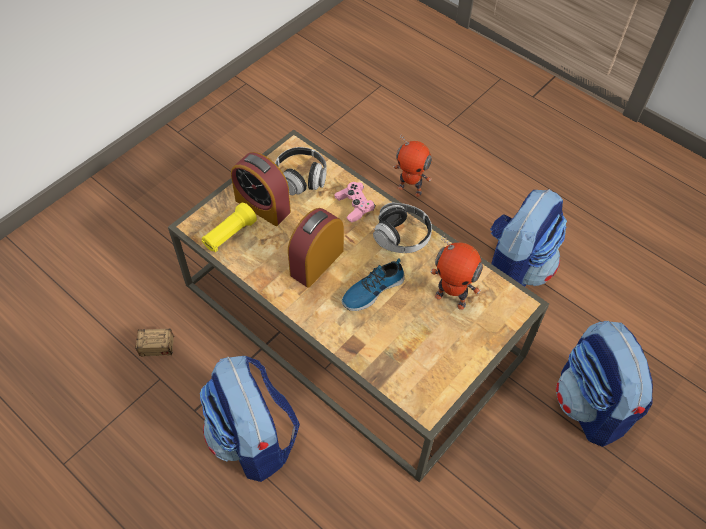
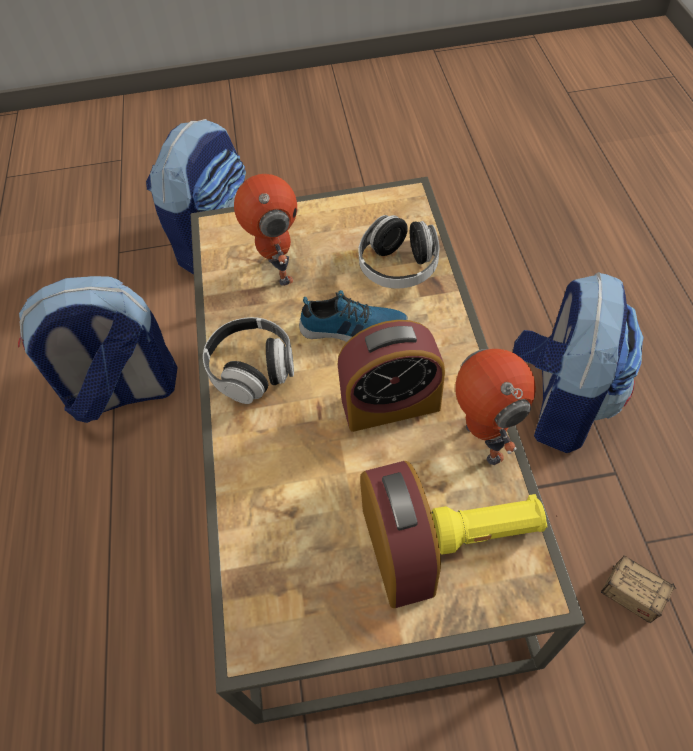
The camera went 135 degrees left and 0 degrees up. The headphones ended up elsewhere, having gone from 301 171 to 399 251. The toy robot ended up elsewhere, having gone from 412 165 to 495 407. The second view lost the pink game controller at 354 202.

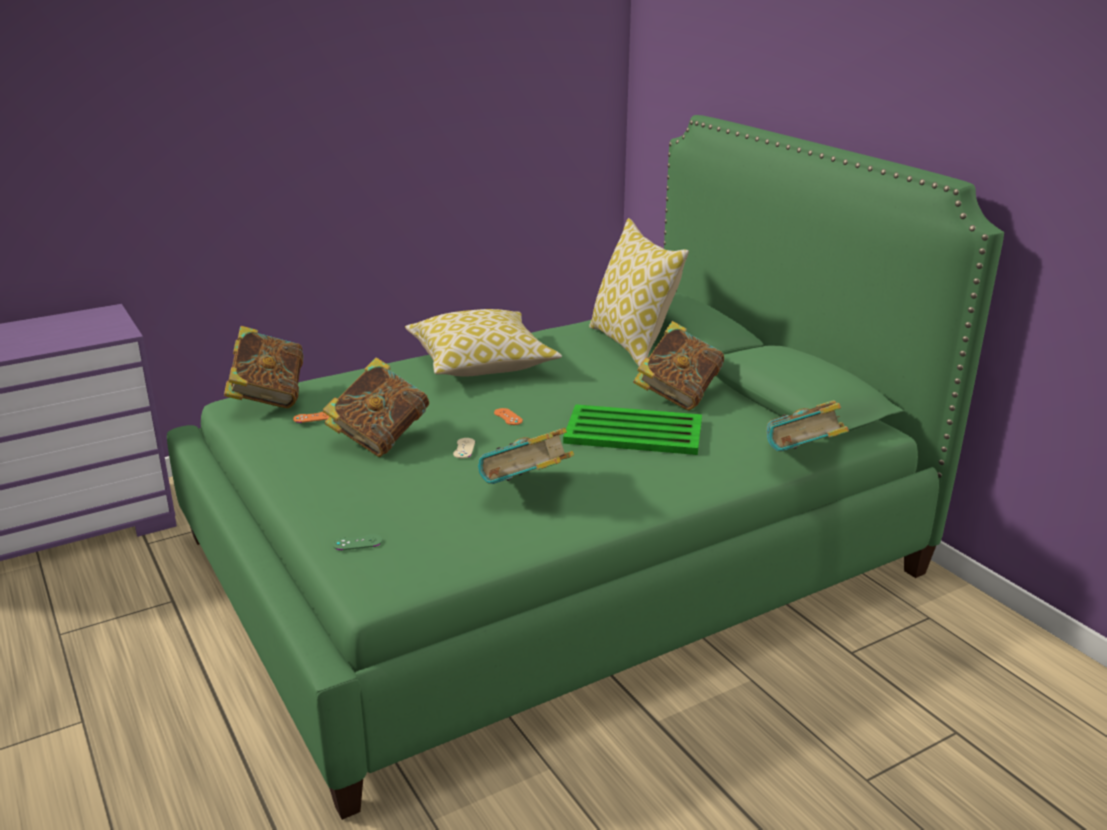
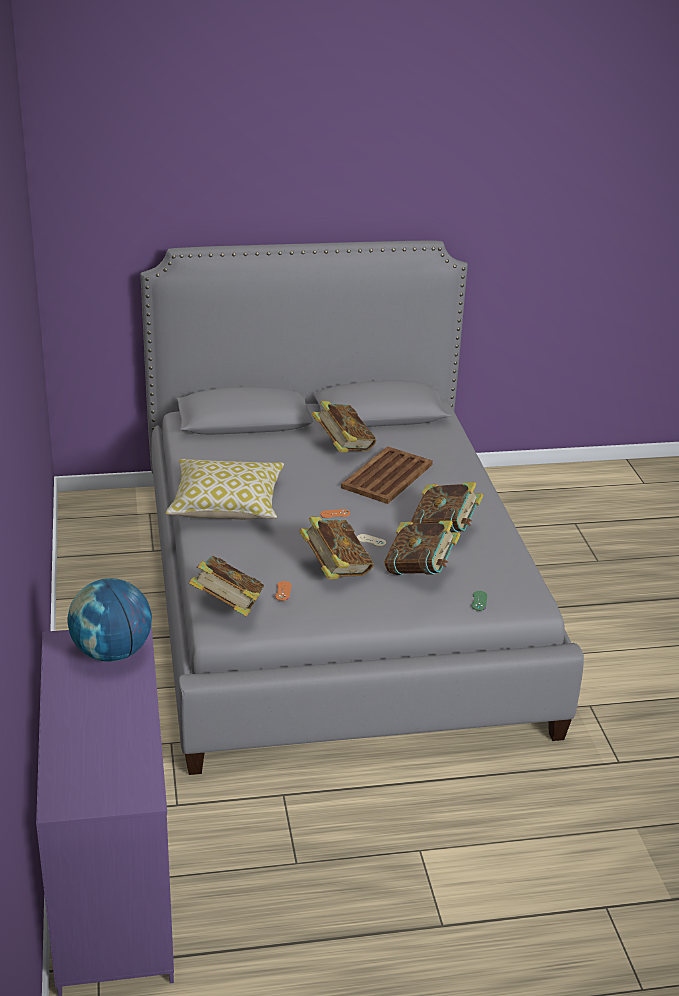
The camera went 70 degrees left and 5 degrees up. The second view gained the globe at 109 620. What was the green bed at 585 467 turned into the grey bed at 362 508. What was the green tray at 632 429 turned into the brown tray at 387 475. The book ended up elsewhere, having gone from 807 426 to 422 547. The second view lost the pillow at 639 292.

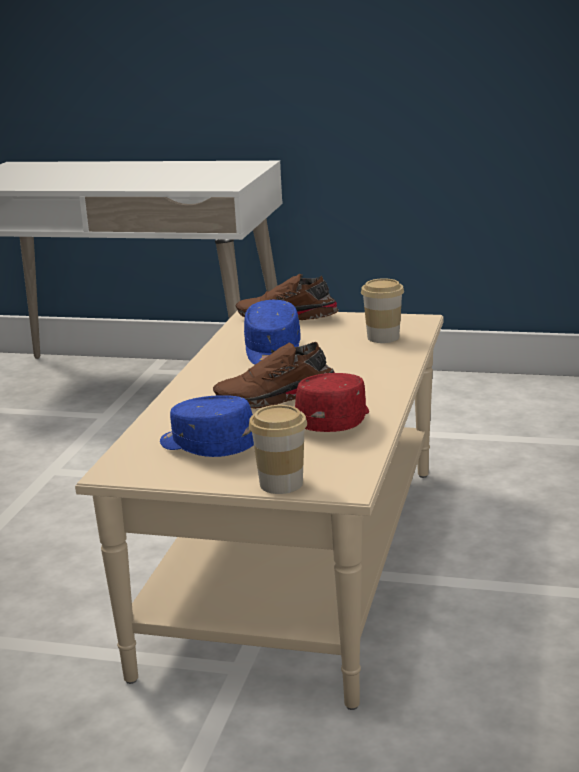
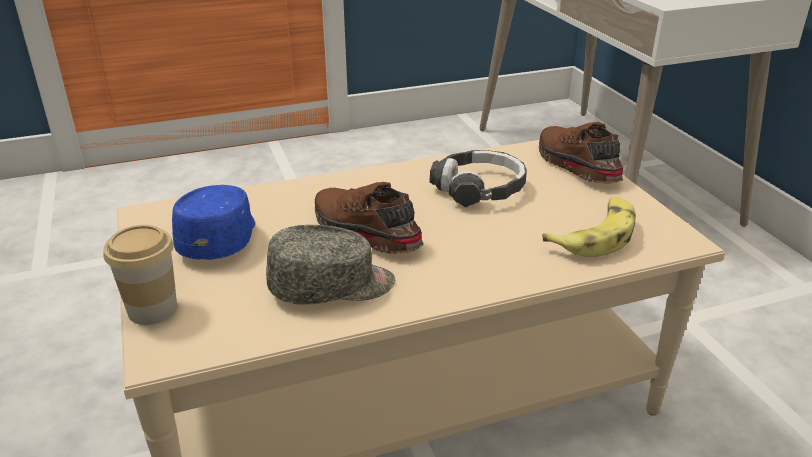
The camera went 55 degrees right and 10 degrees up. What was the red cap at 332 402 turned into the grey cap at 330 265. Where the blue cap stood at 272 332, the headphones came to stand at 478 179. Where the cup stood at 382 310, the banana came to stand at 589 227.

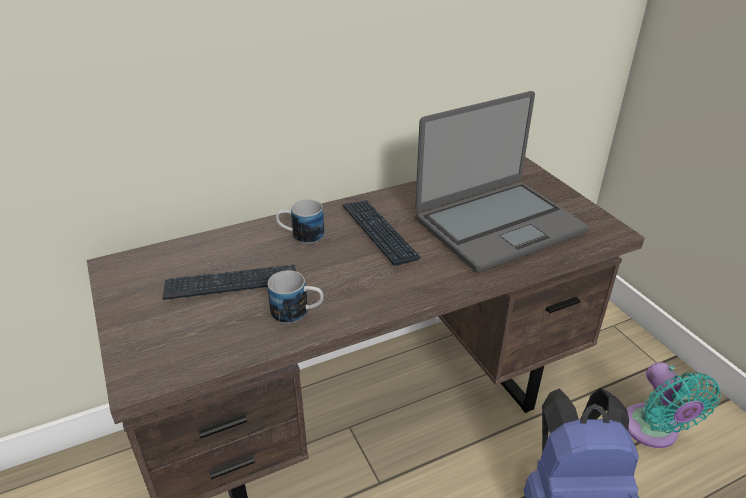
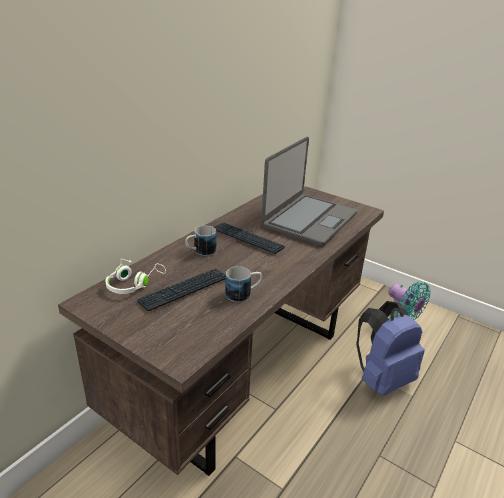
The camera went 30 degrees left and 5 degrees down. The second view gained the white headphones at 135 276.

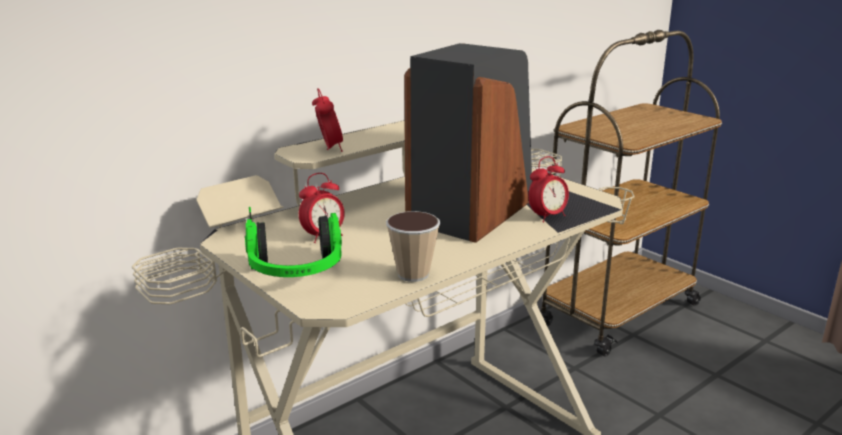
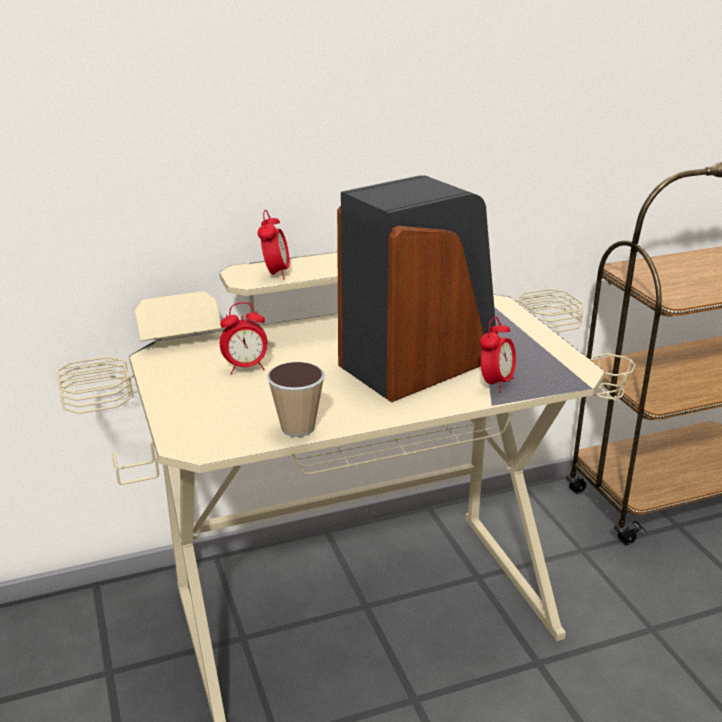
The camera went 20 degrees right and 5 degrees up. The alarm clock at 548 189 ended up facing another way, 45 degrees counterclockwise from before. The second view lost the headphones at 293 242.

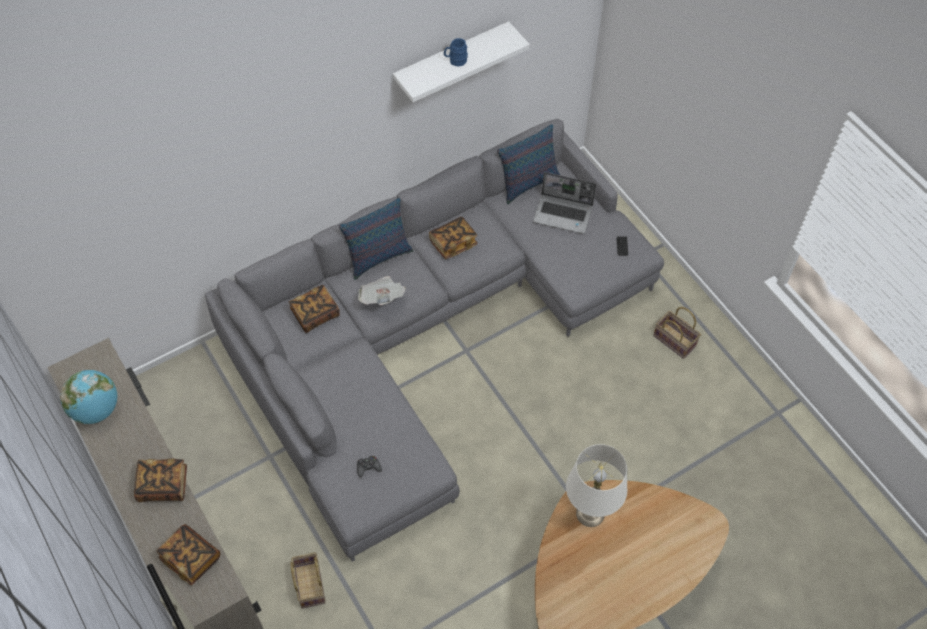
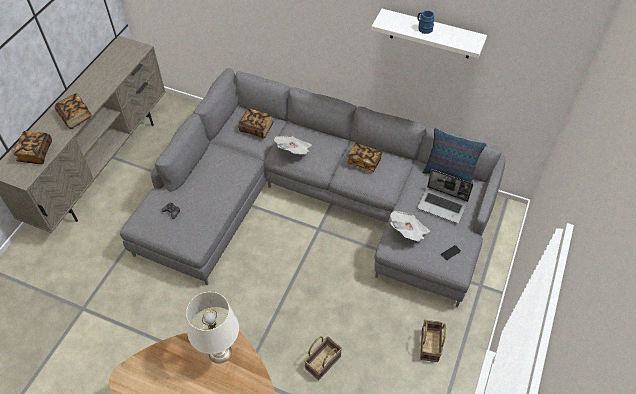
The camera went 55 degrees right and 5 degrees down. The basket ended up elsewhere, having gone from 308 580 to 323 358. The second view gained the newspaper at 410 226. The laptop at 564 203 ended up facing another way, 45 degrees counterclockwise from before. The second view lost the globe at 88 397. The second view lost the blue pillow at 376 239.

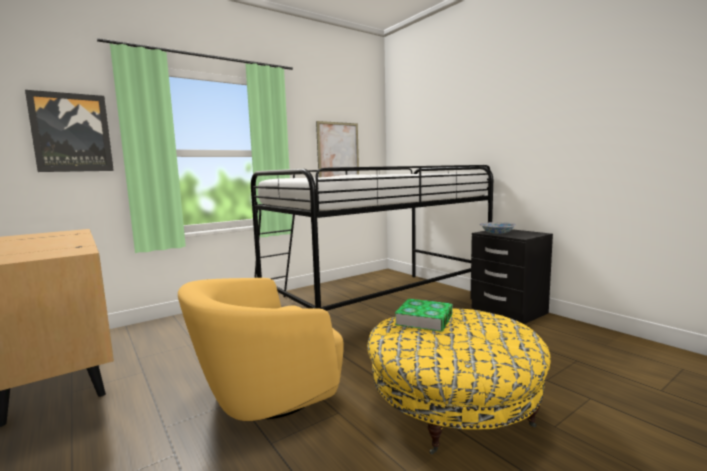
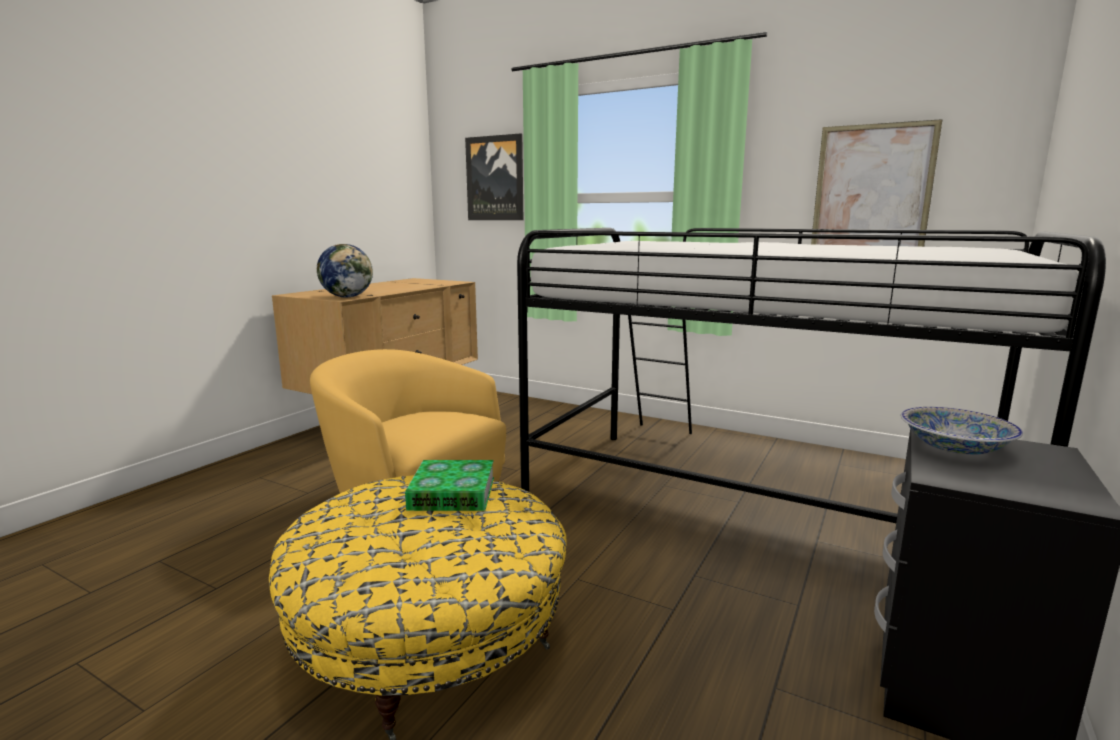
The camera went 65 degrees right and 5 degrees up. The second view gained the globe at 345 271.

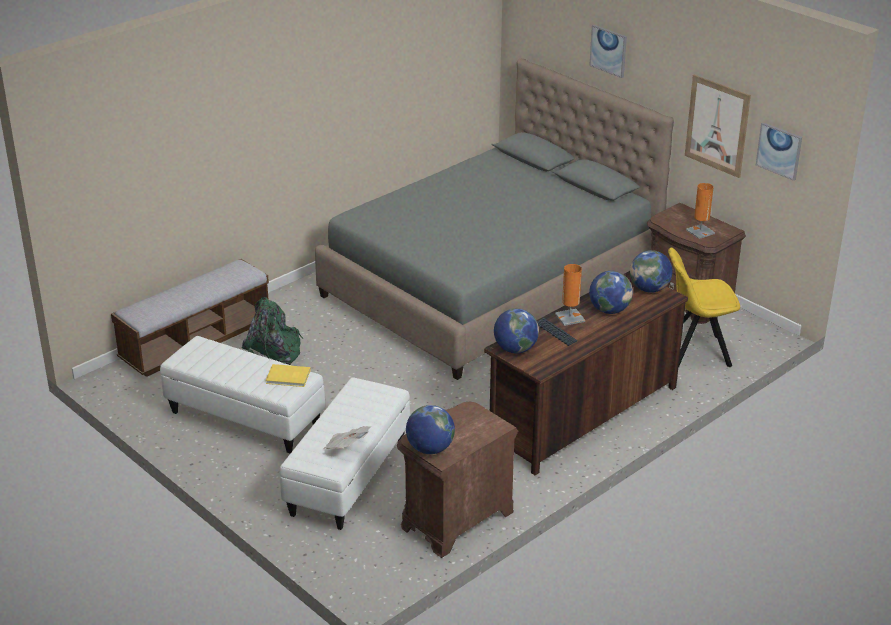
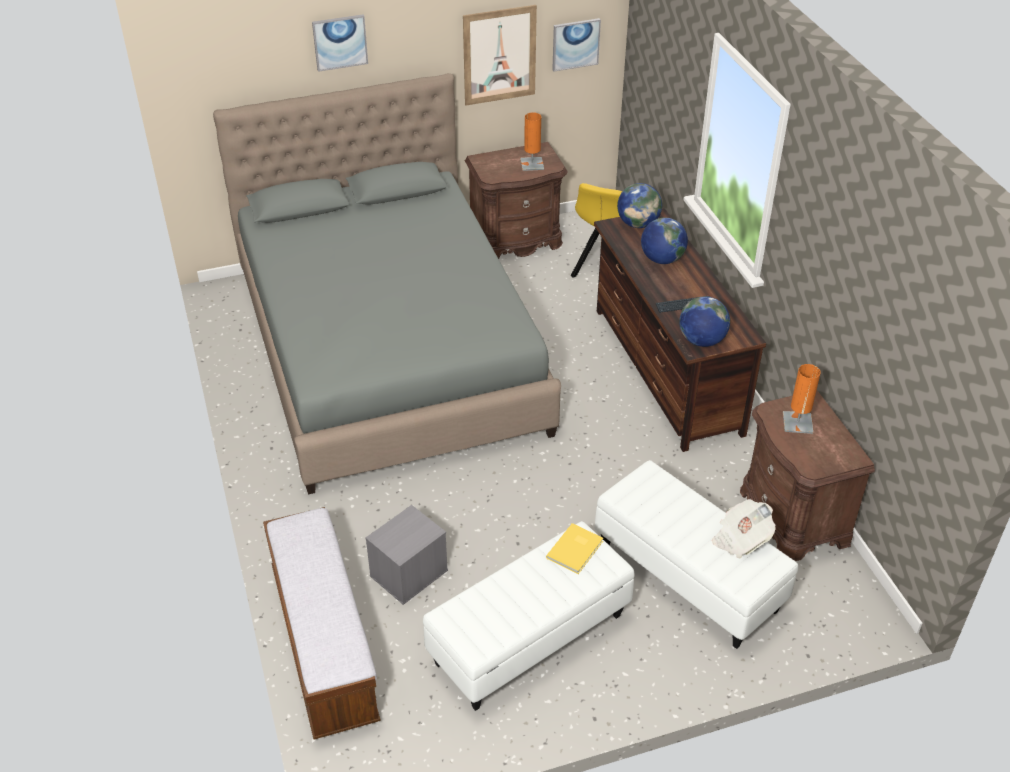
The camera went 65 degrees left and 10 degrees up. Where the green backpack stood at 273 331, the grey storage box came to stand at 406 555. The orange table lamp ended up elsewhere, having gone from 570 295 to 802 399. The second view lost the globe at 430 429.

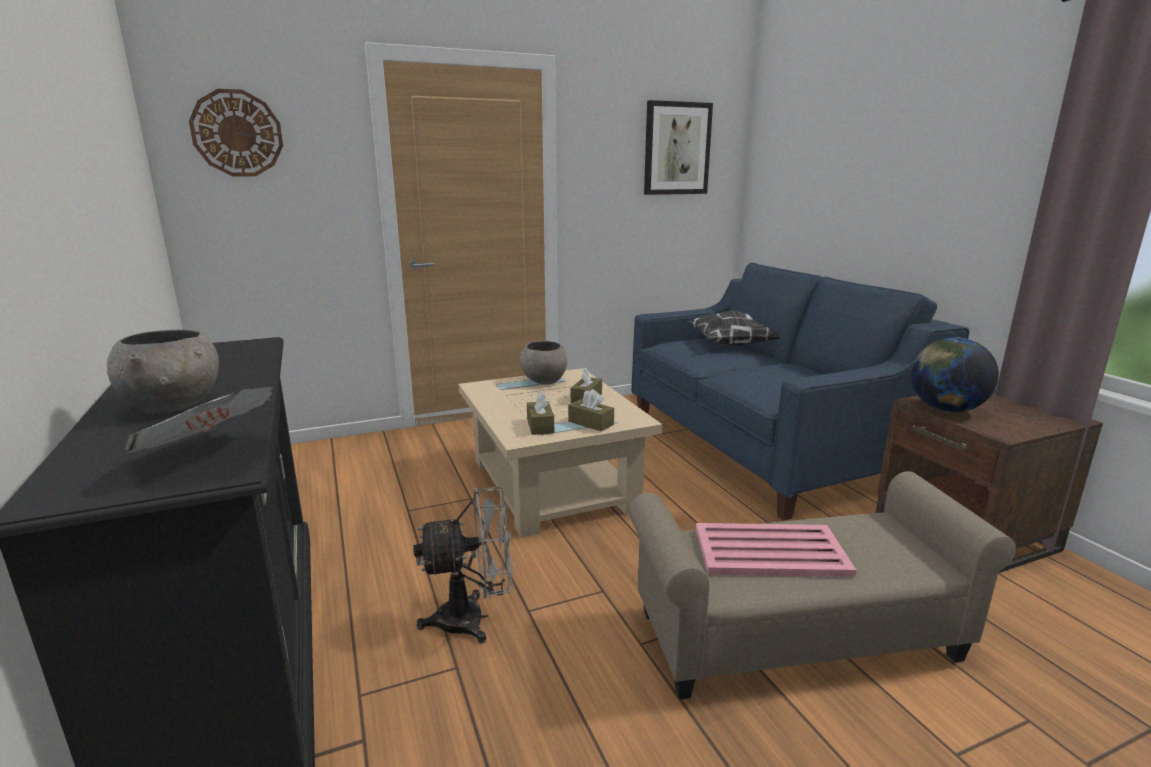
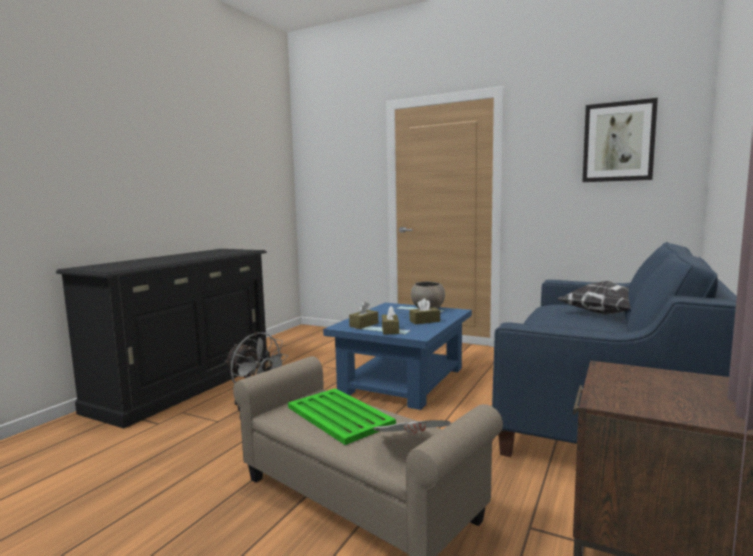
The camera went 50 degrees right and 10 degrees down. What was the pink tray at 776 550 turned into the green tray at 342 416. What was the beige coffee table at 561 453 turned into the blue coffee table at 397 356. The newspaper ended up elsewhere, having gone from 199 420 to 412 427. The second view lost the grey bowl at 163 371. The second view lost the wall clock at 236 132. The second view lost the globe at 955 374.

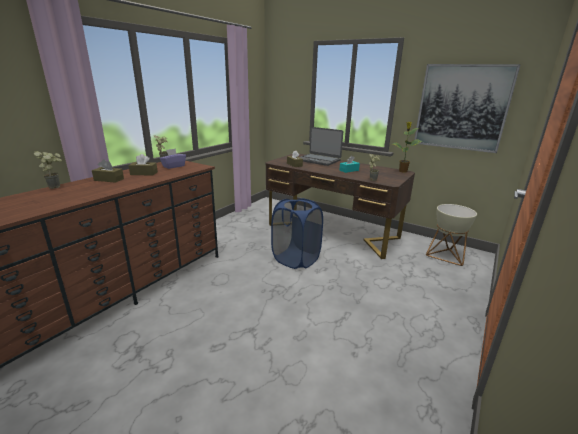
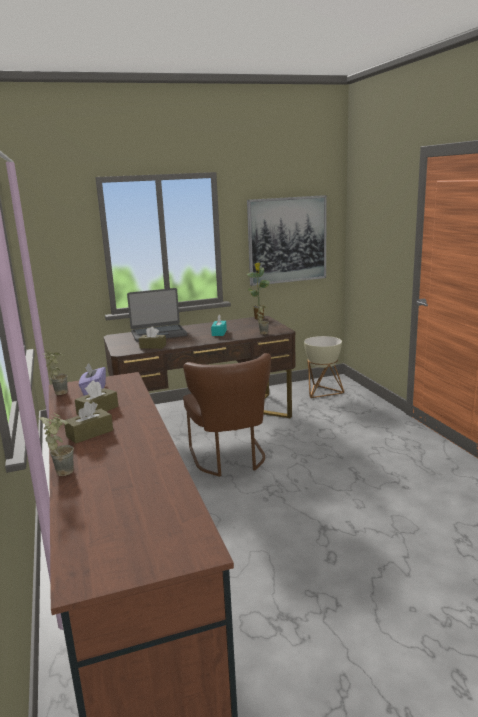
The camera went 50 degrees left and 5 degrees down. Where the blue laundry basket stood at 297 233, the brown chair came to stand at 227 415.

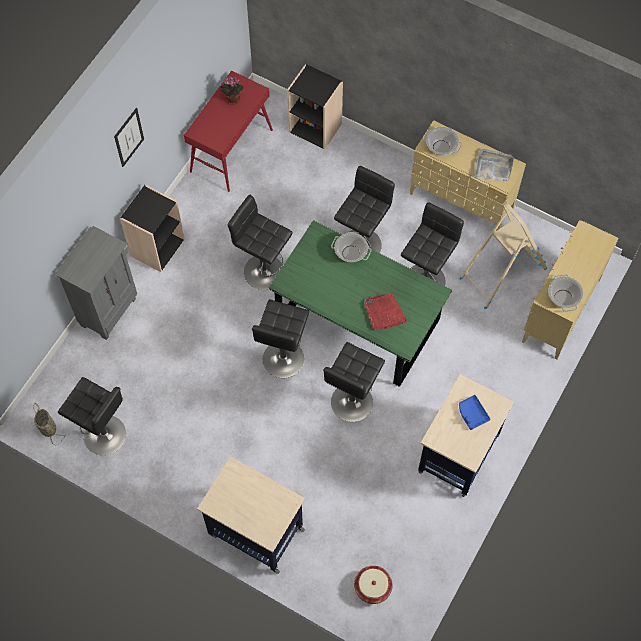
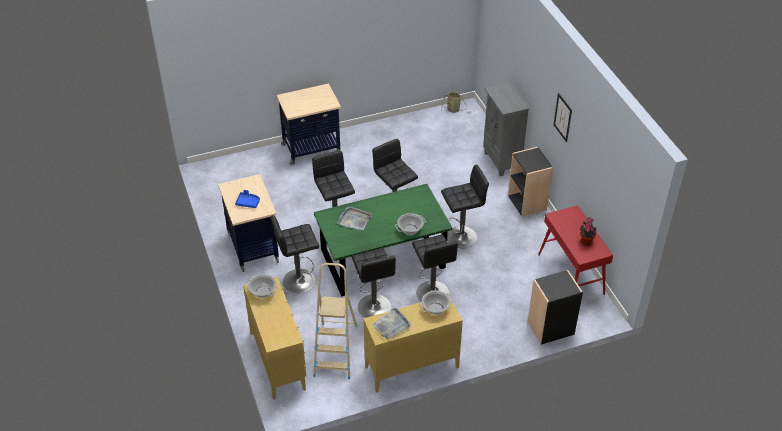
The camera went 130 degrees right and 20 degrees down. The black stool ended up elsewhere, having gone from 92 416 to 294 254. What was the red tray at 386 311 turned into the grey tray at 354 218. The second view lost the basket at 373 585.

